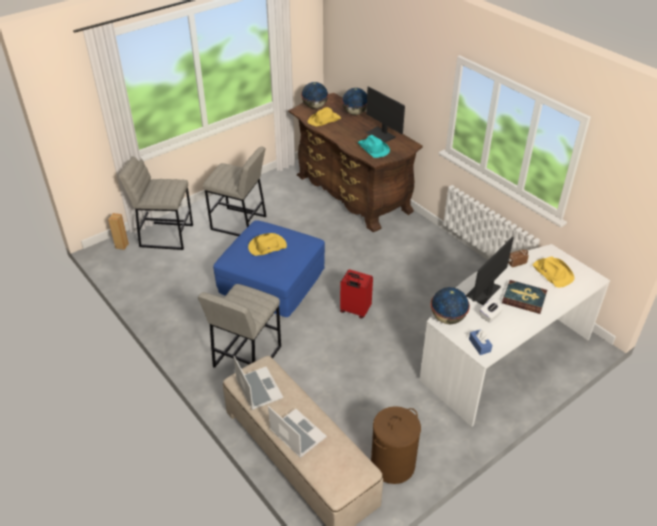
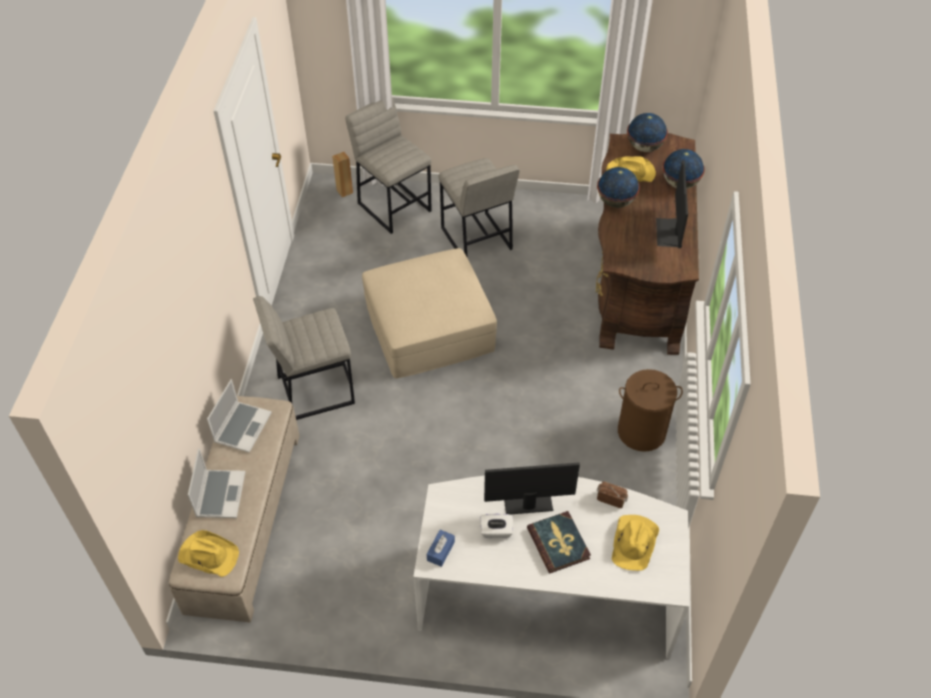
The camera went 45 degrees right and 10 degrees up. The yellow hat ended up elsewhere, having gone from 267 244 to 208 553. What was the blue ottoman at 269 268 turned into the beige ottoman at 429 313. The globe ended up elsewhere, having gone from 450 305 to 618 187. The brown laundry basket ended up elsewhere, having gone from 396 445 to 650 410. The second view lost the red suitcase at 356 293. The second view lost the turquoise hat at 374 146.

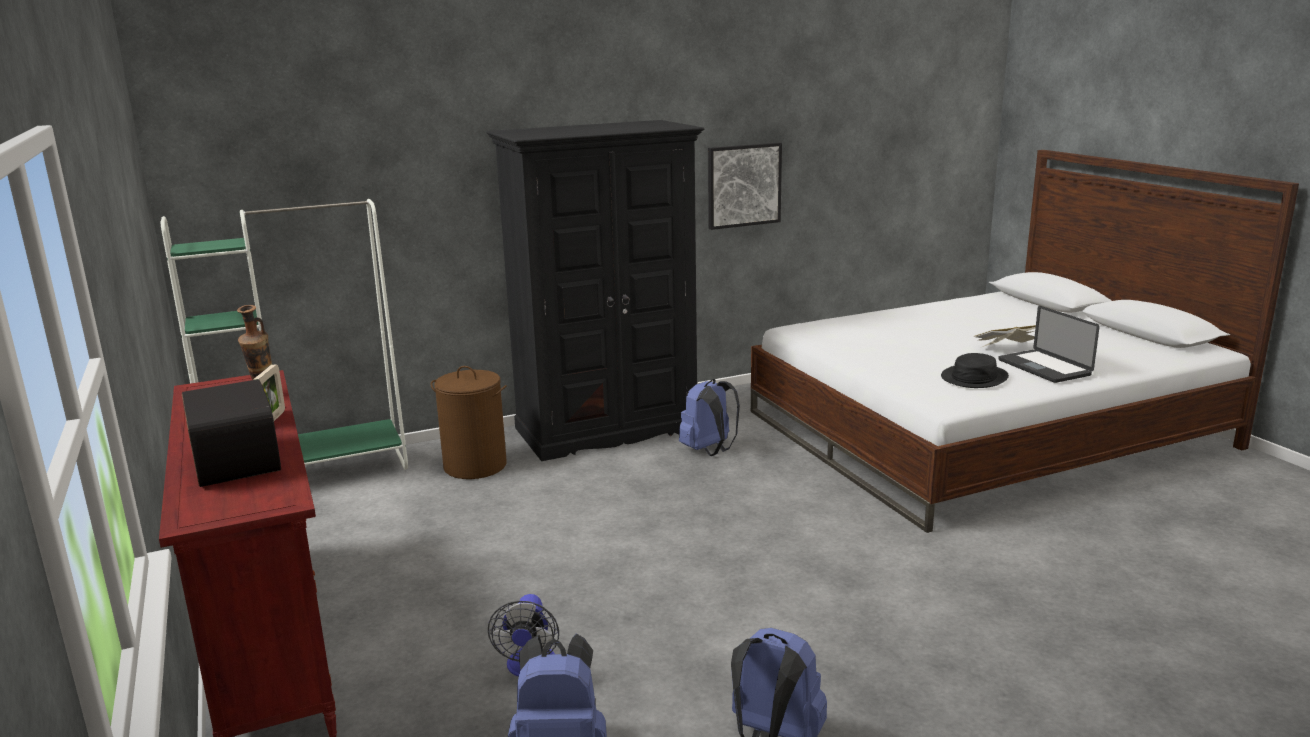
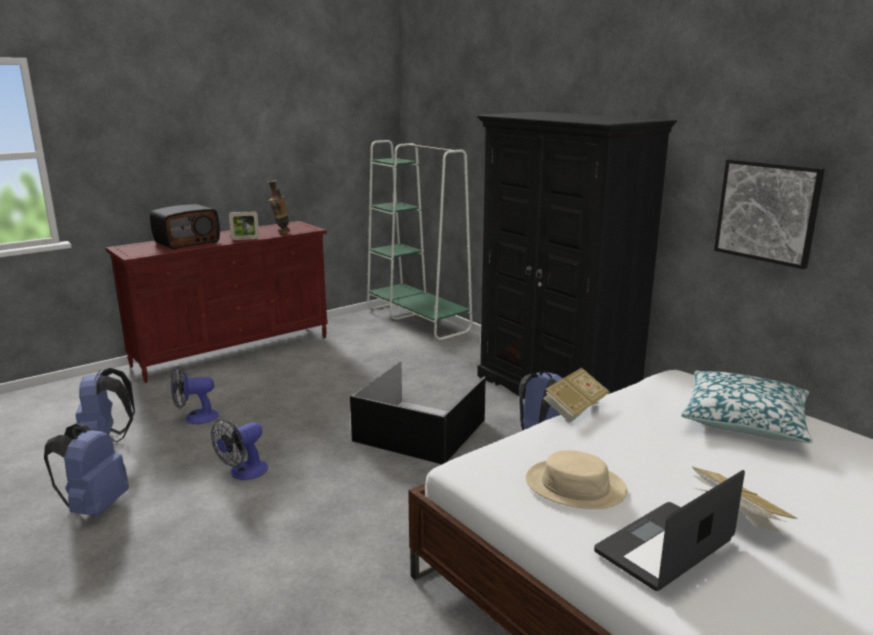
The camera went 75 degrees right and 0 degrees up. The second view gained the fan at 239 449. The second view gained the black storage box at 418 412. What was the black hat at 975 370 turned into the beige hat at 576 479. The second view gained the book at 576 395. The second view gained the pillow at 747 407. The second view lost the brown laundry basket at 468 422.

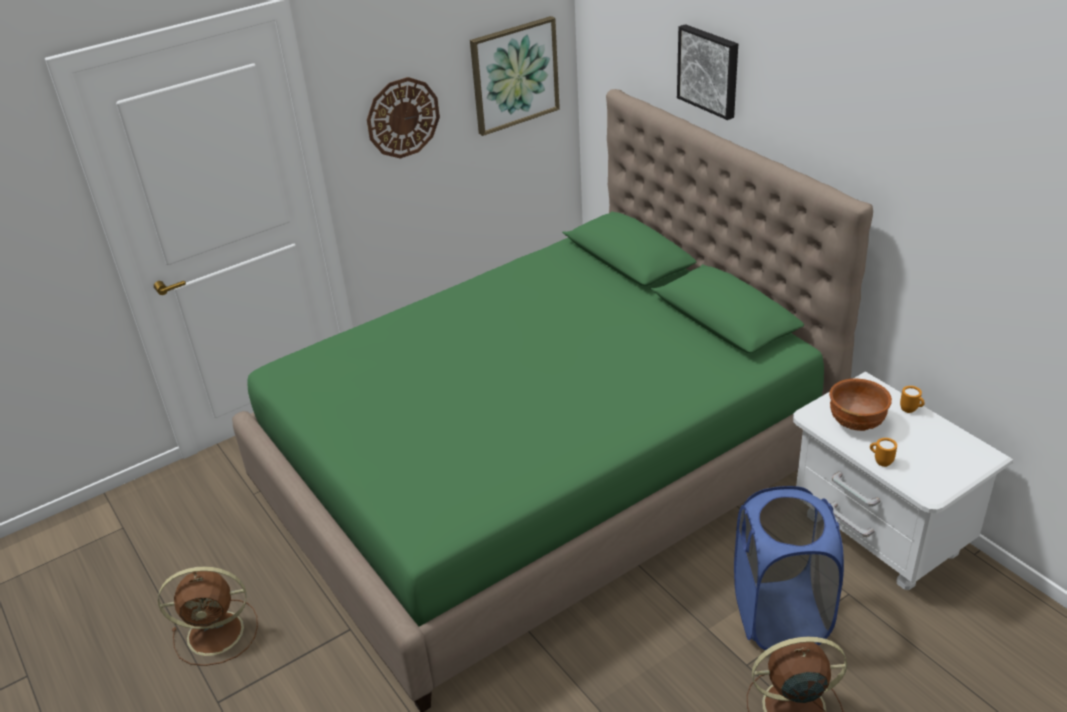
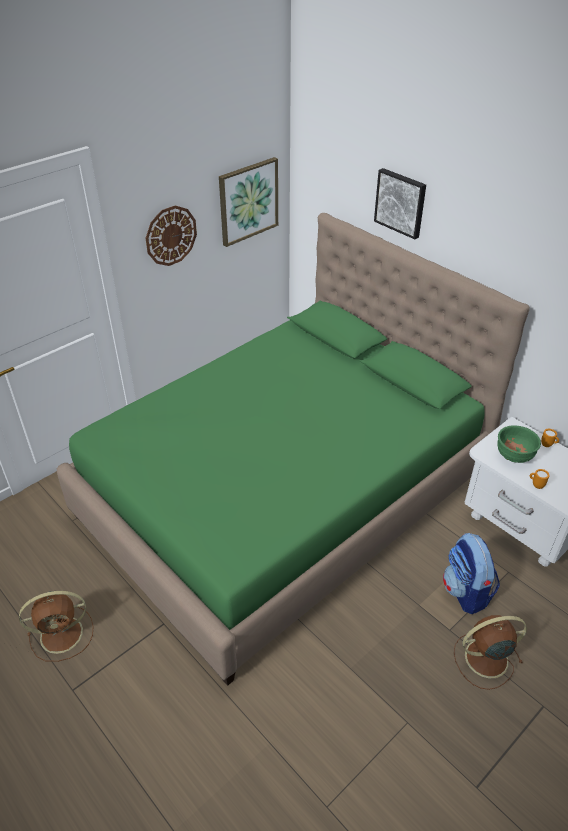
The camera went 10 degrees left and 5 degrees up. Where the blue laundry basket stood at 789 568, the backpack came to stand at 471 573. What was the brown bowl at 860 404 turned into the green bowl at 519 444.

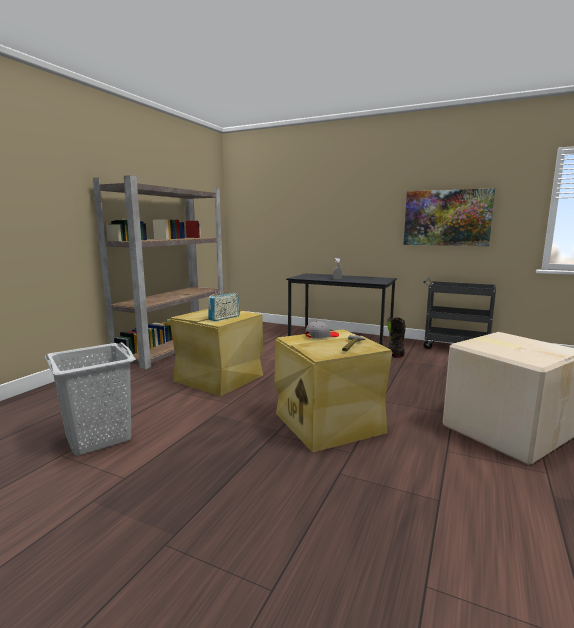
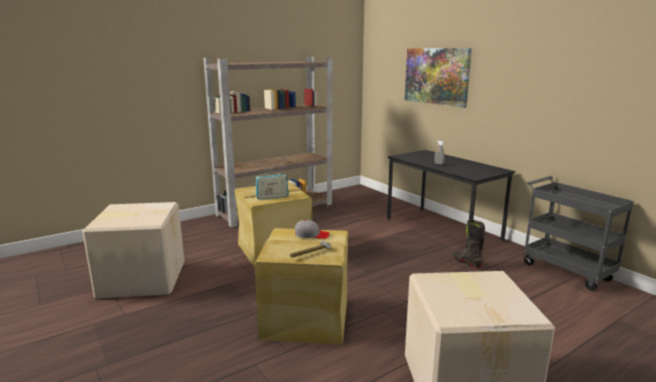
The camera went 30 degrees right and 5 degrees up. Where the grey laundry basket stood at 90 399, the cardboard box came to stand at 133 250. The picture ended up elsewhere, having gone from 449 217 to 438 78.

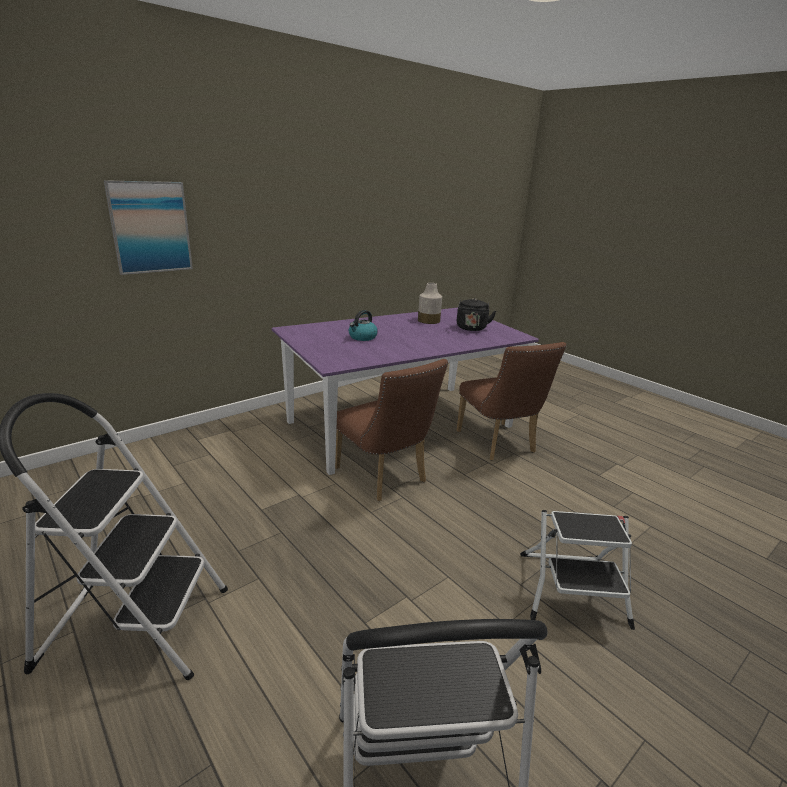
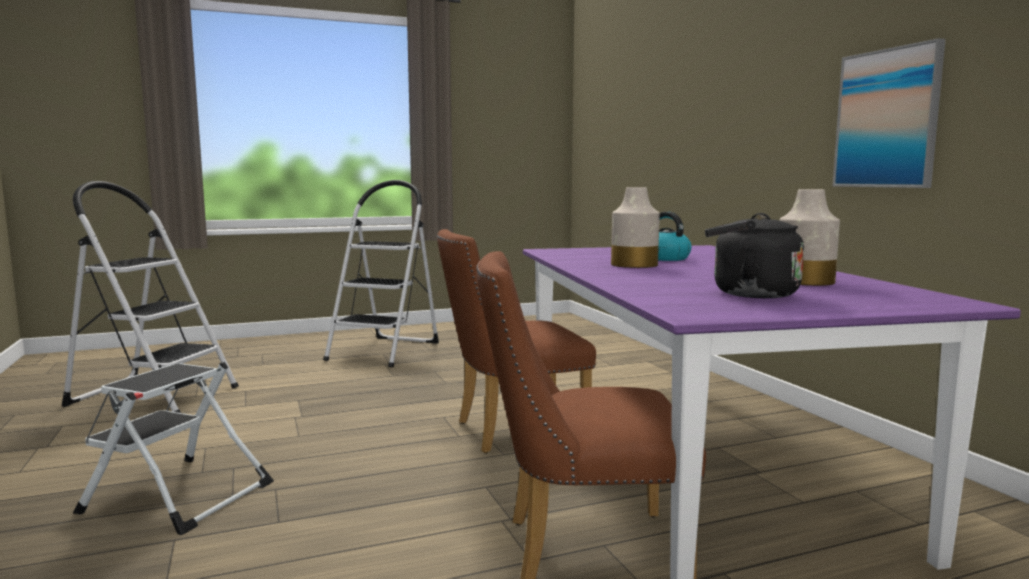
The camera went 110 degrees right and 15 degrees down. The second view gained the beige vase at 635 227. The picture ended up elsewhere, having gone from 148 227 to 889 113.

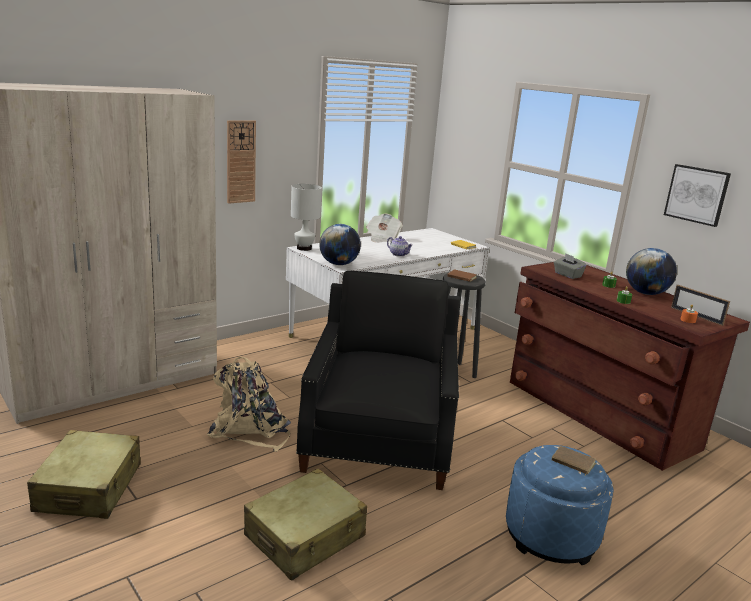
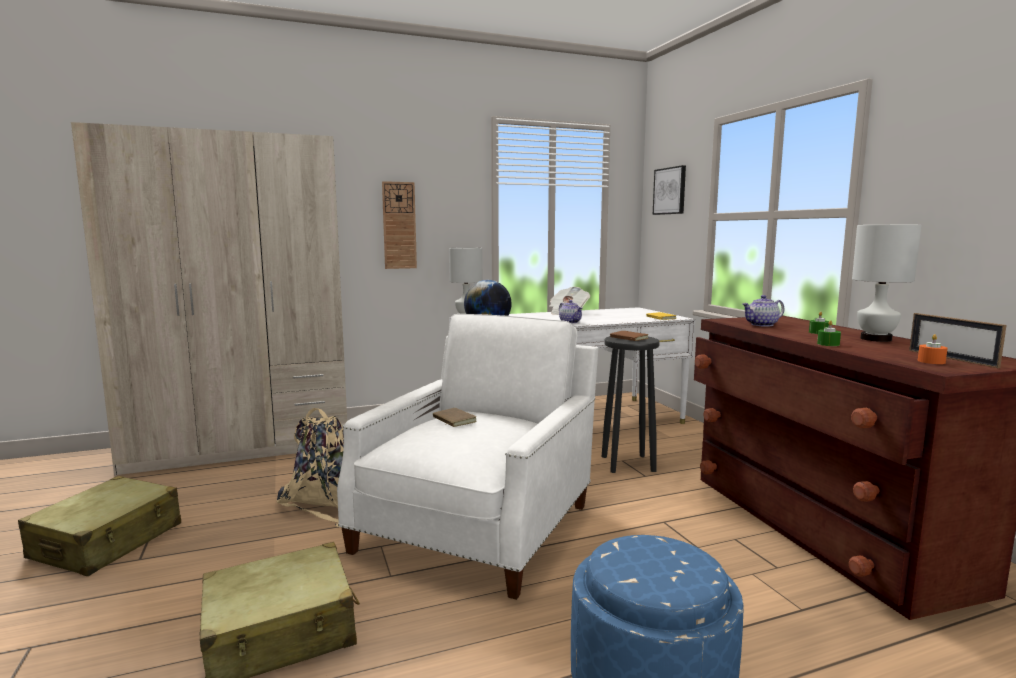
The camera went 20 degrees right and 10 degrees down. What was the black armchair at 378 380 turned into the white armchair at 467 457. The brown book ended up elsewhere, having gone from 574 460 to 455 417. The picture ended up elsewhere, having gone from 697 195 to 669 190. Where the grey tissue box stood at 570 266, the teapot came to stand at 763 311. Where the globe stood at 651 271, the white table lamp came to stand at 887 283.

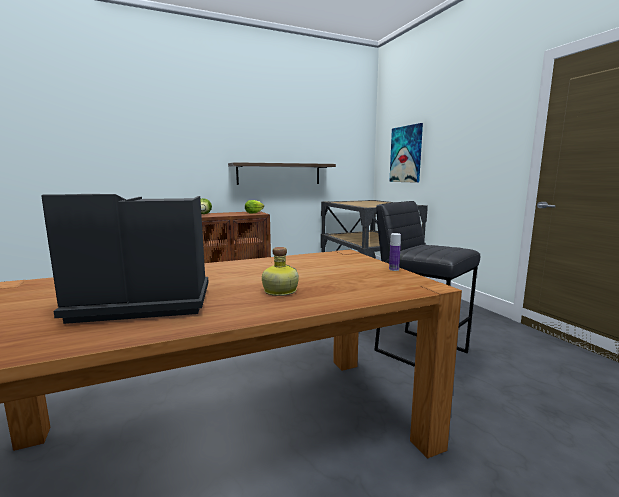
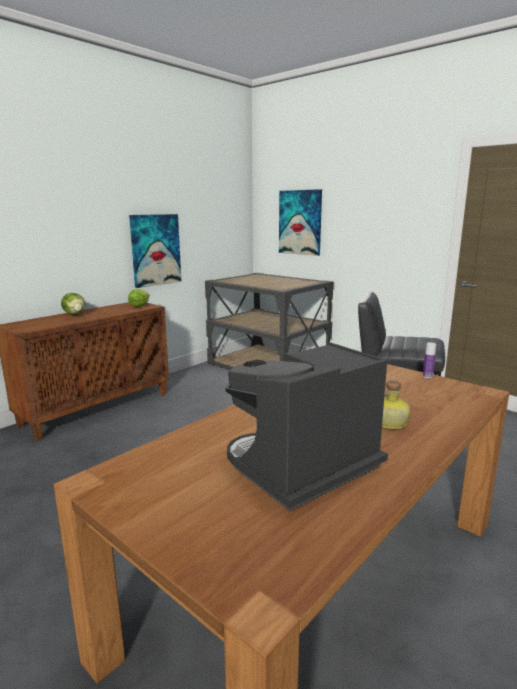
The camera went 25 degrees left and 5 degrees up. Where the shelf hung at 282 173, the picture came to hang at 155 251.

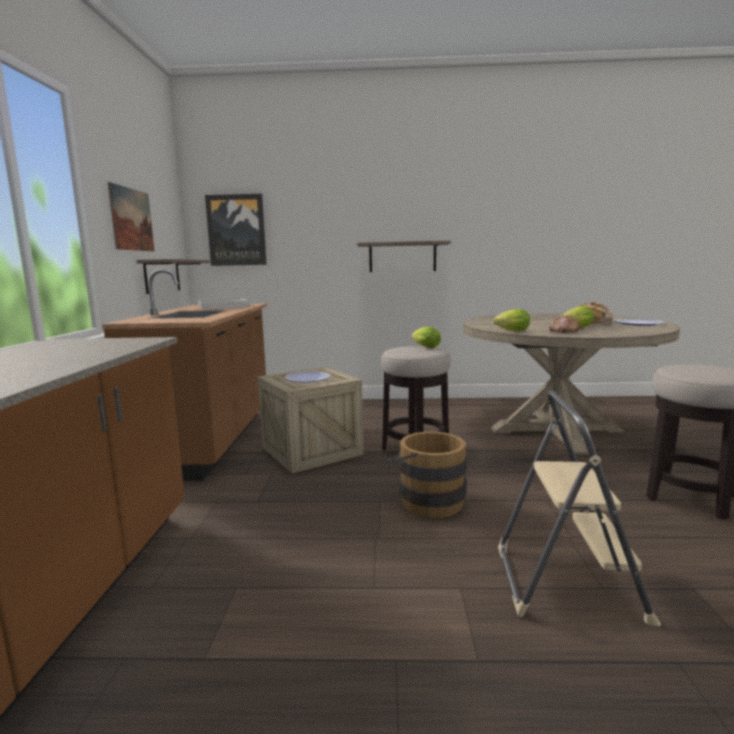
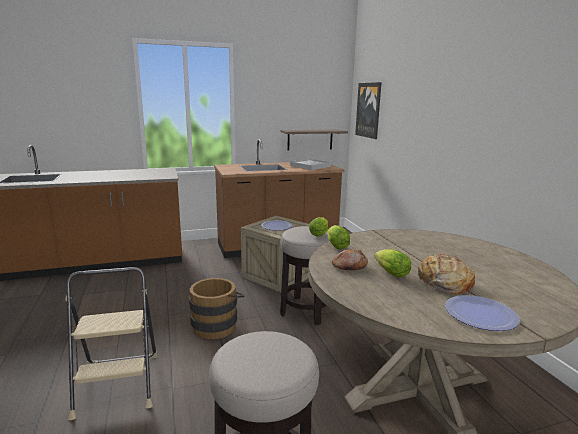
The camera went 70 degrees right and 5 degrees up. The second view lost the picture at 131 216. The second view lost the shelf at 404 256.

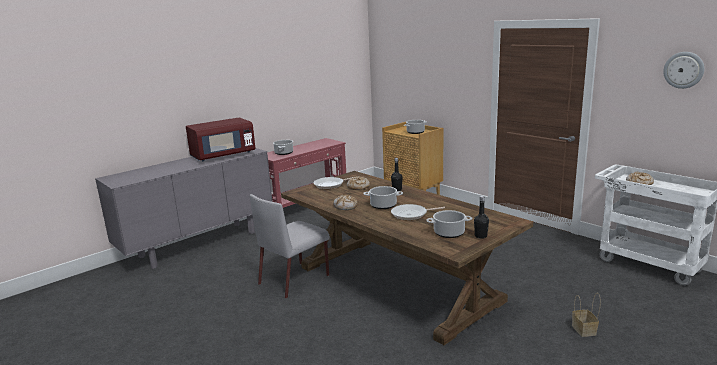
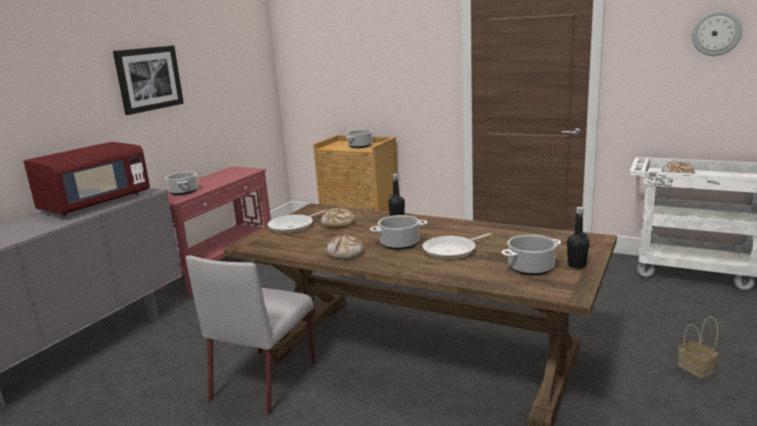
The camera went 20 degrees left and 0 degrees up. The second view gained the picture at 148 80.

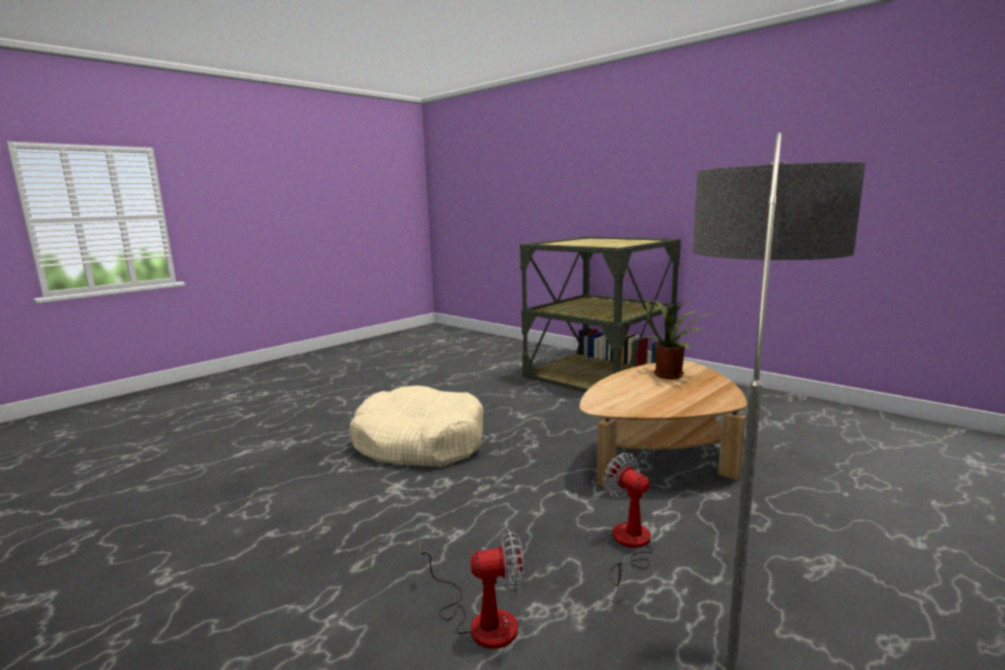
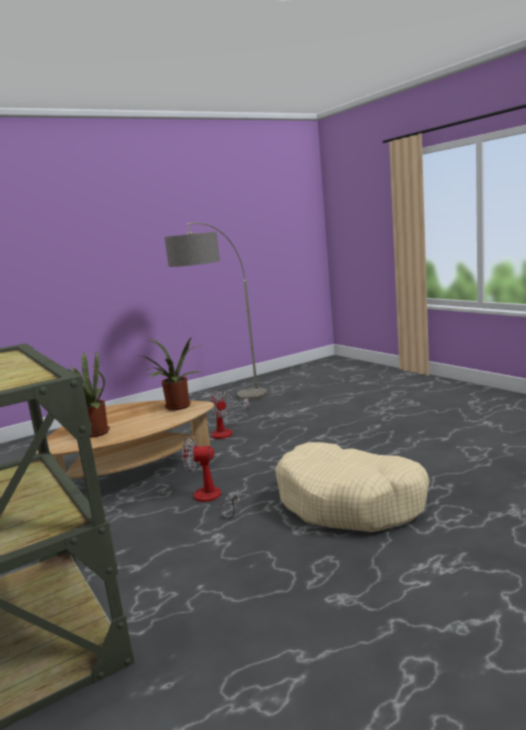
The camera went 165 degrees left and 0 degrees up. The second view gained the potted plant at 172 373. The fan ended up elsewhere, having gone from 472 589 to 211 477.

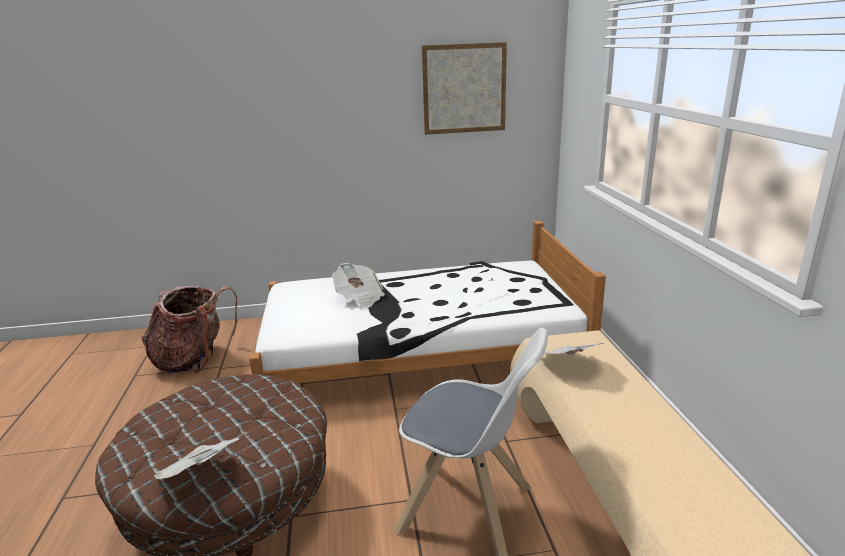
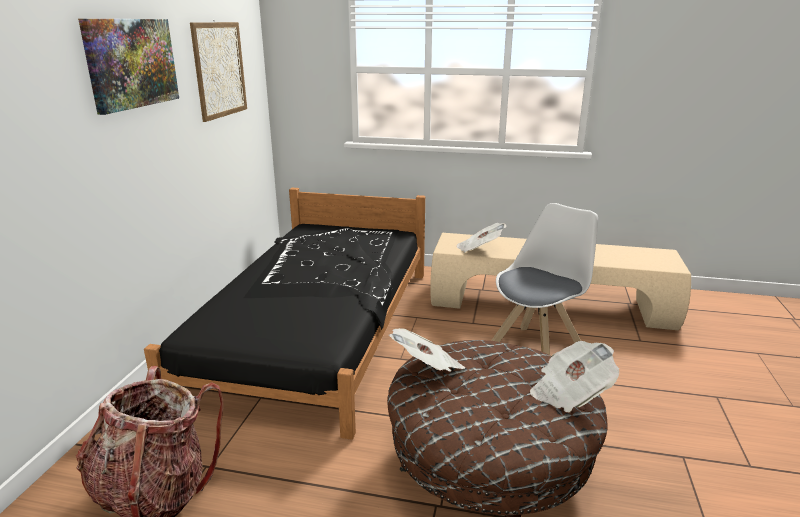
The camera went 70 degrees left and 0 degrees up. The second view gained the picture at 128 67. What was the white bed at 427 302 turned into the black bed at 284 314. The newspaper ended up elsewhere, having gone from 358 285 to 427 350.

